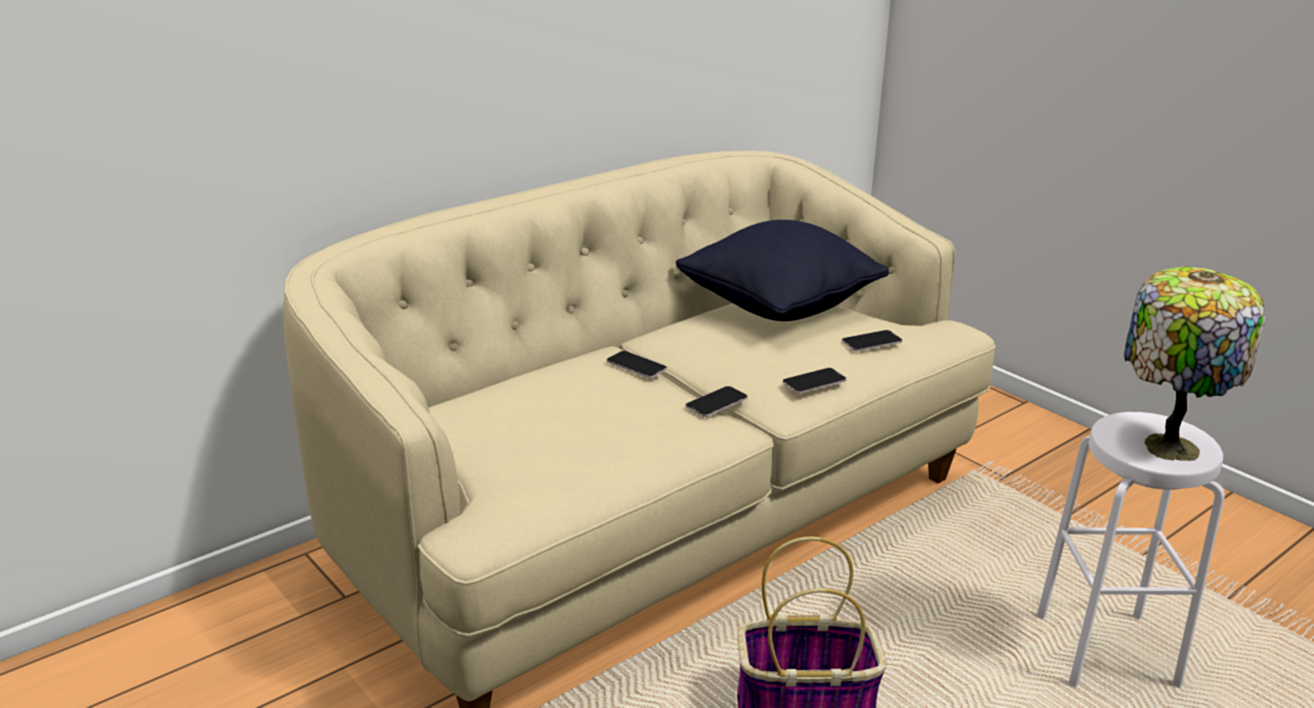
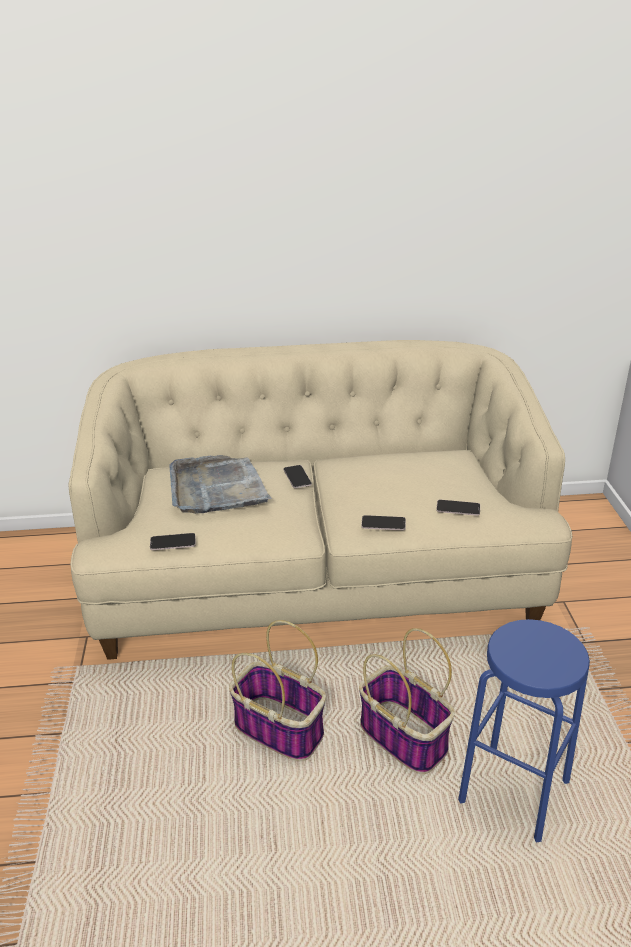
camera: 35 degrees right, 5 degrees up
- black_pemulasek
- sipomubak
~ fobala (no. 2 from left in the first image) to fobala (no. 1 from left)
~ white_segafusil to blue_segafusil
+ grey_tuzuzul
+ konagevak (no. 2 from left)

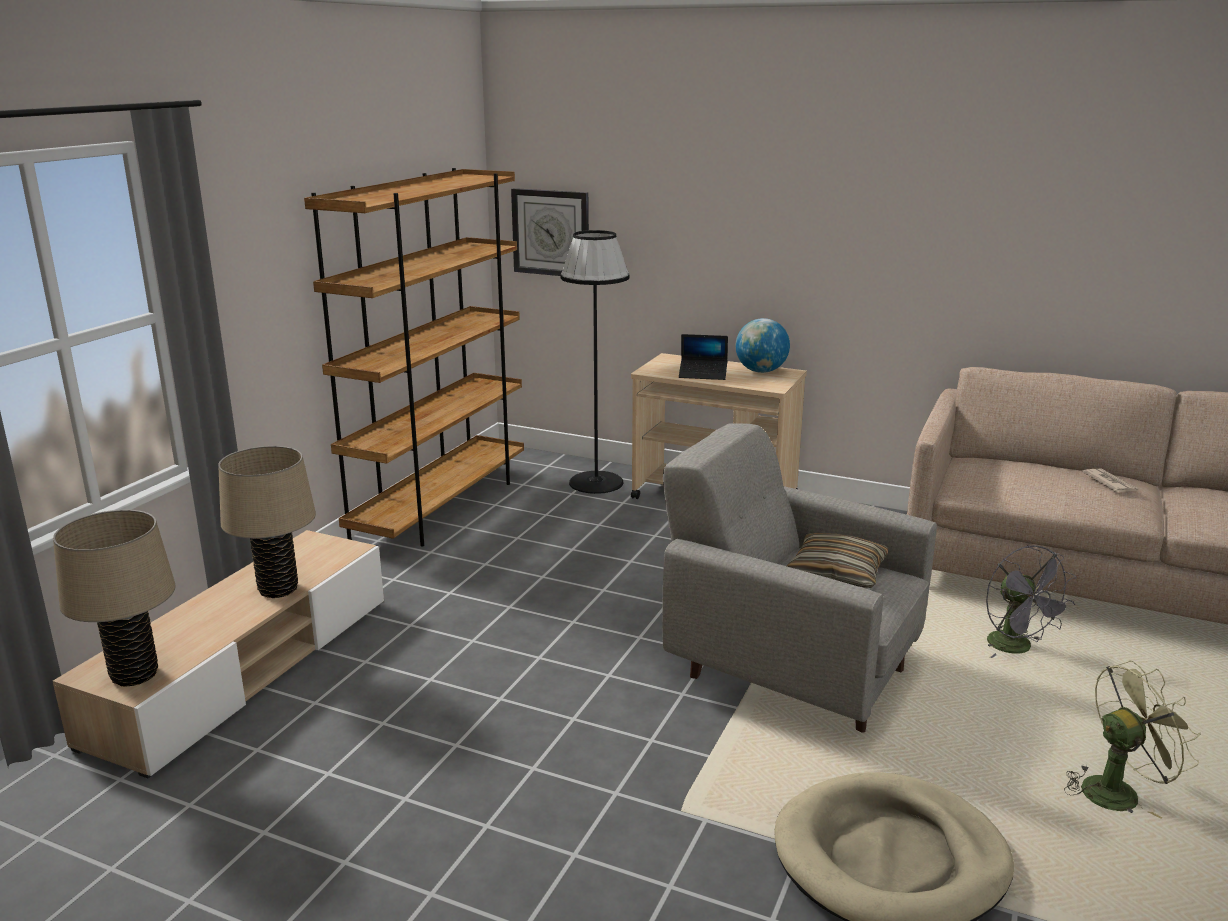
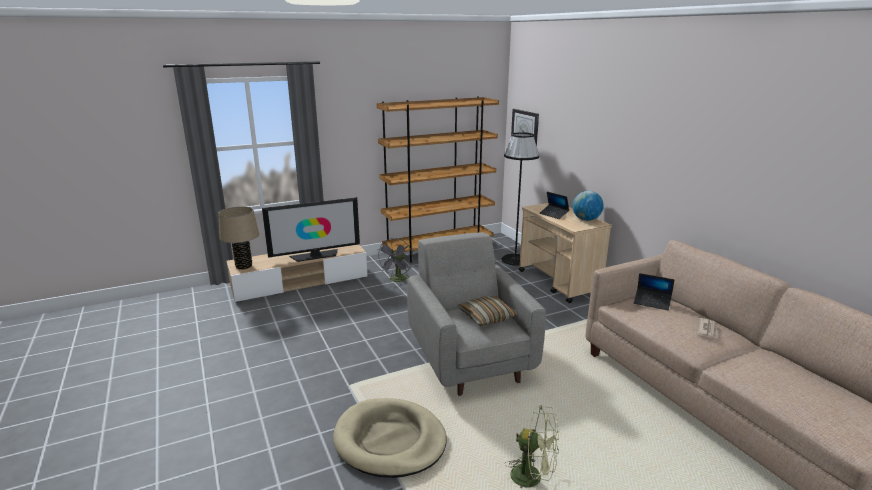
camera: 40 degrees right, 0 degrees up
~ beige_sipomubak (no. 2 from left) to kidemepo
~ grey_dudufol
+ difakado (no. 2 from left)

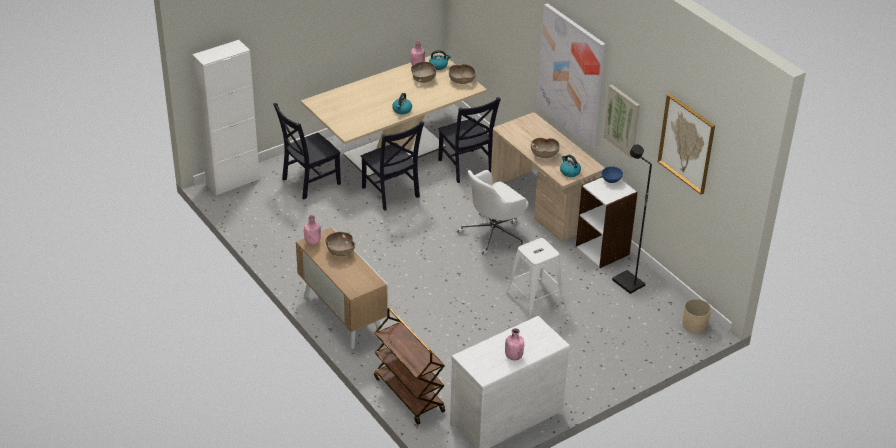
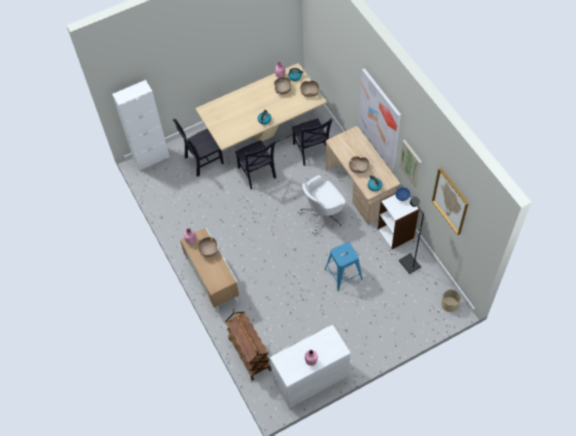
camera: 10 degrees right, 20 degrees up
~ white_segafusil to blue_segafusil

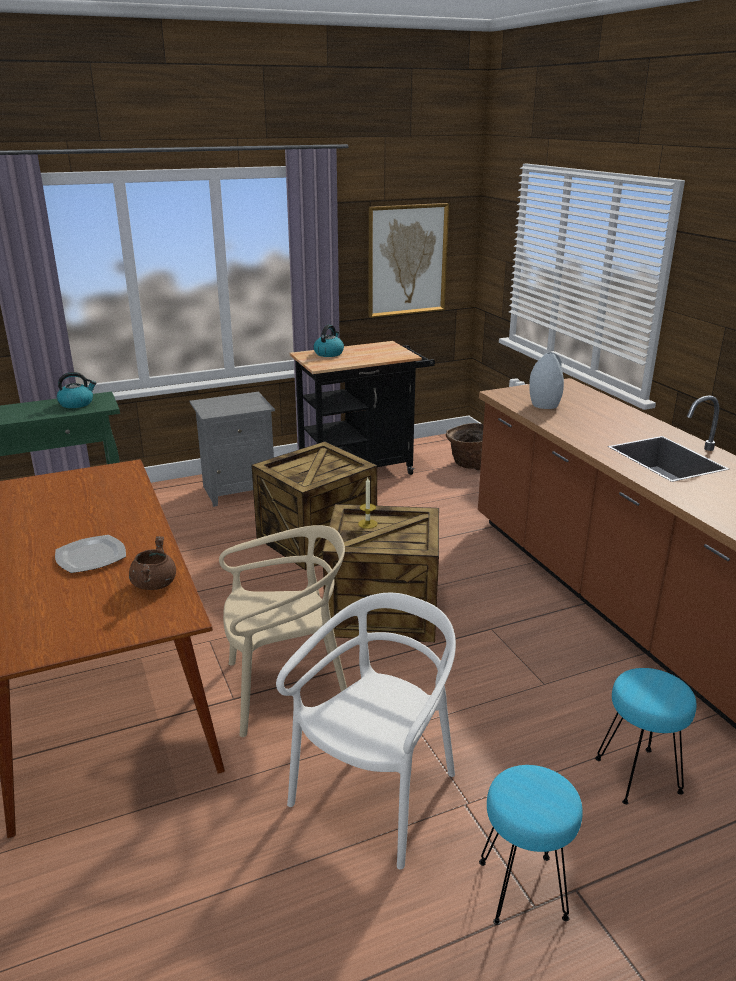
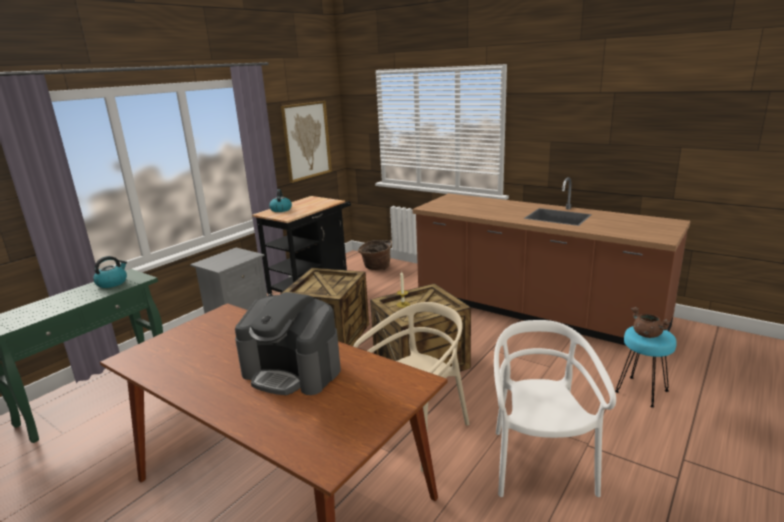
camera: 30 degrees left, 5 degrees down
- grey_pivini
~ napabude to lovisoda
~ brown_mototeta
- turquoise_segafusil (no. 1 from left)

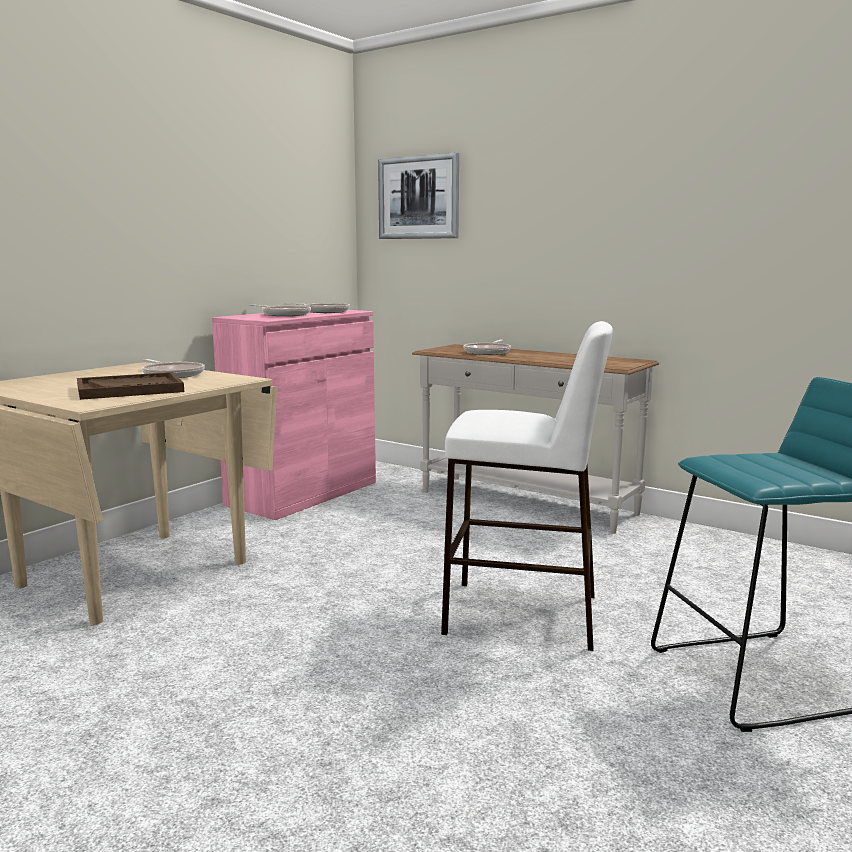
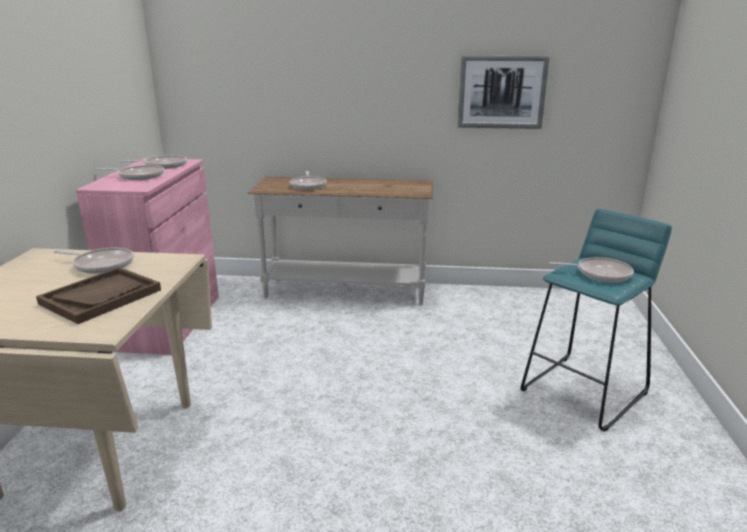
camera: 30 degrees left, 10 degrees up
~ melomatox
- white_segafusil
+ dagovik (no. 5 from left)

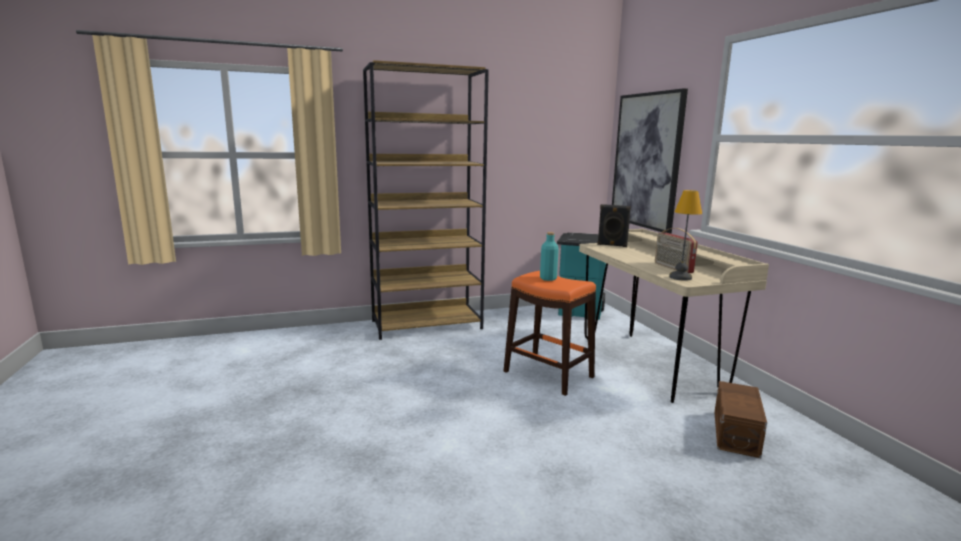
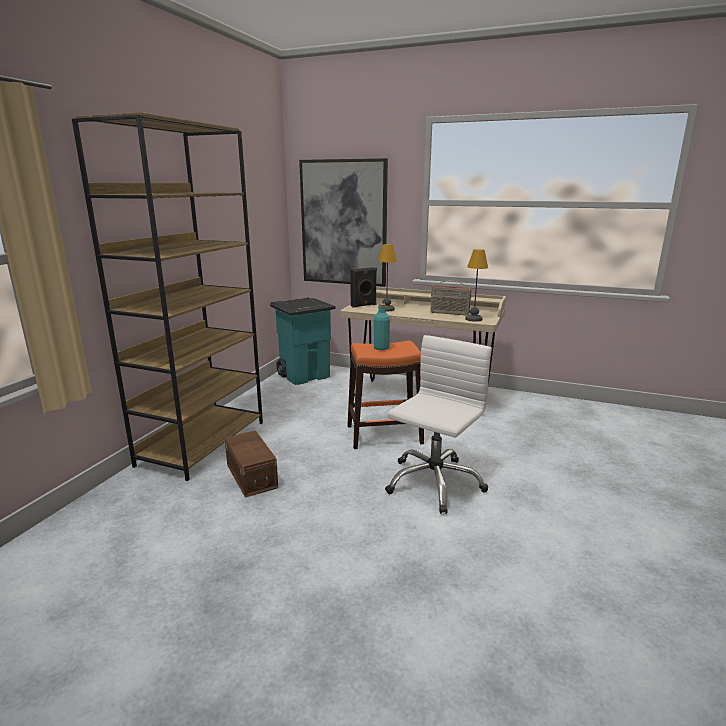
camera: 50 degrees left, 5 degrees up
~ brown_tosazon
+ sipomubak (no. 1 from left)
+ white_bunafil

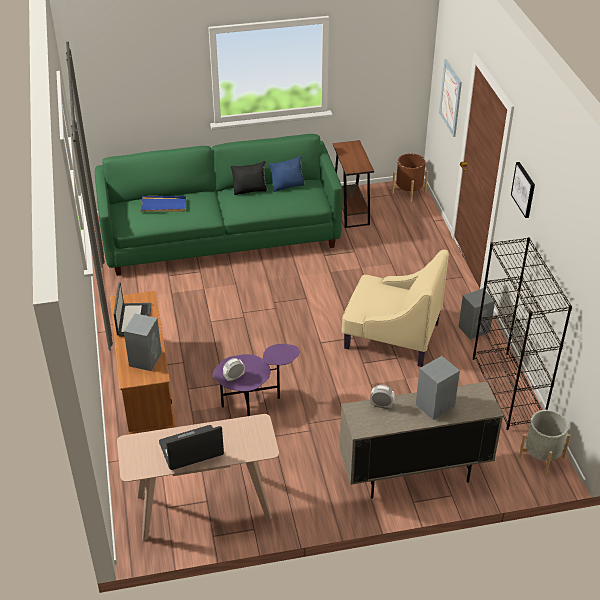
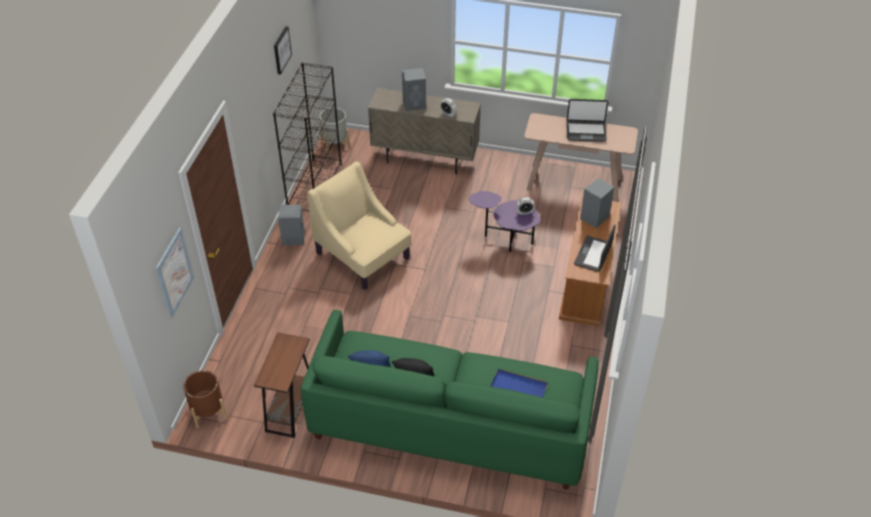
camera: 155 degrees left, 5 degrees up
~ melomatox (no. 2 from left)

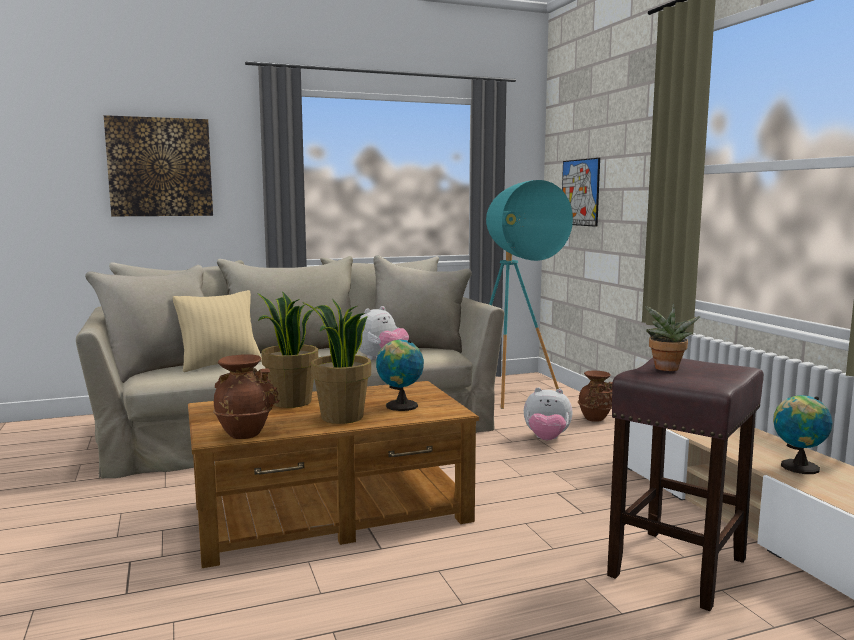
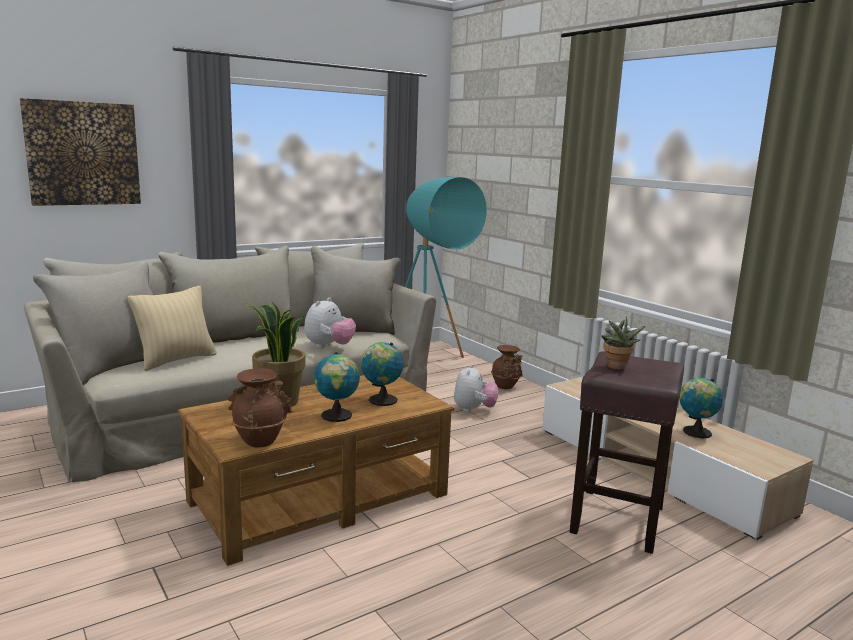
camera: 15 degrees left, 5 degrees up
- melomatox (no. 2 from left)
~ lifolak (no. 2 from left) to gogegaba (no. 1 from left)
~ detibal (no. 2 from left) 75 degrees counterclockwise

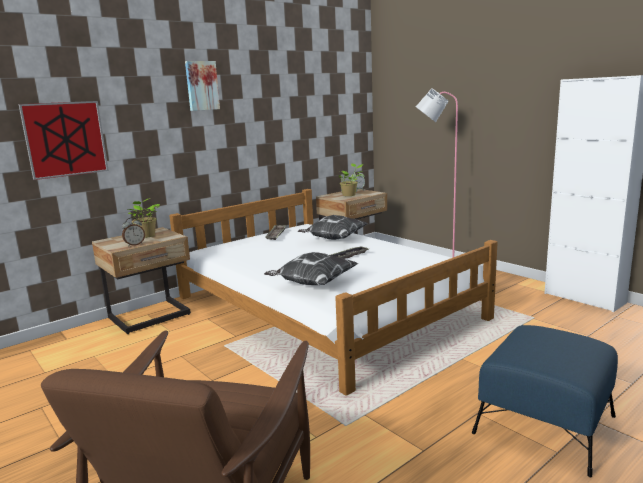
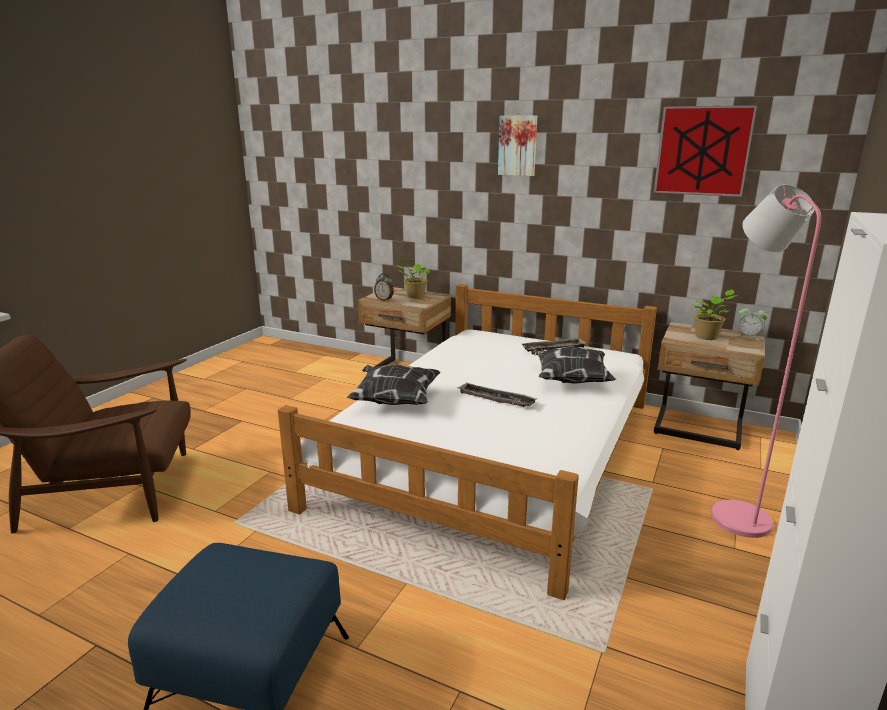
camera: 65 degrees right, 5 degrees up
~ melomatox (no. 1 from left in the first image) to melomatox (no. 2 from left)

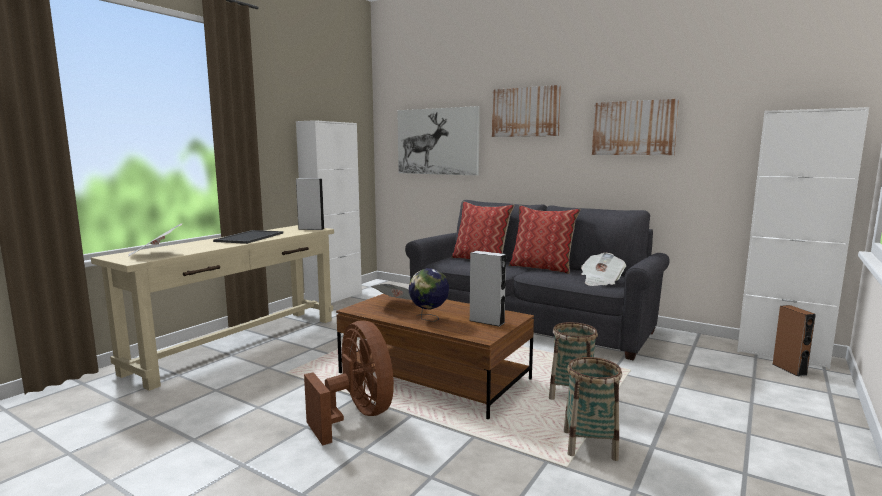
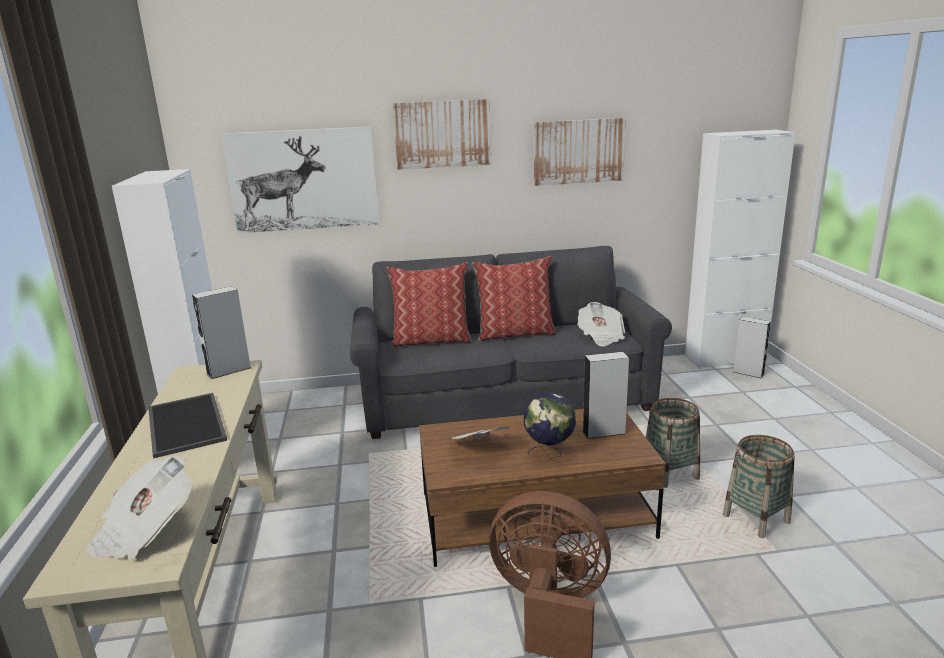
camera: 40 degrees left, 10 degrees up
~ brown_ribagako to grey_ribagako (no. 3 from left)

